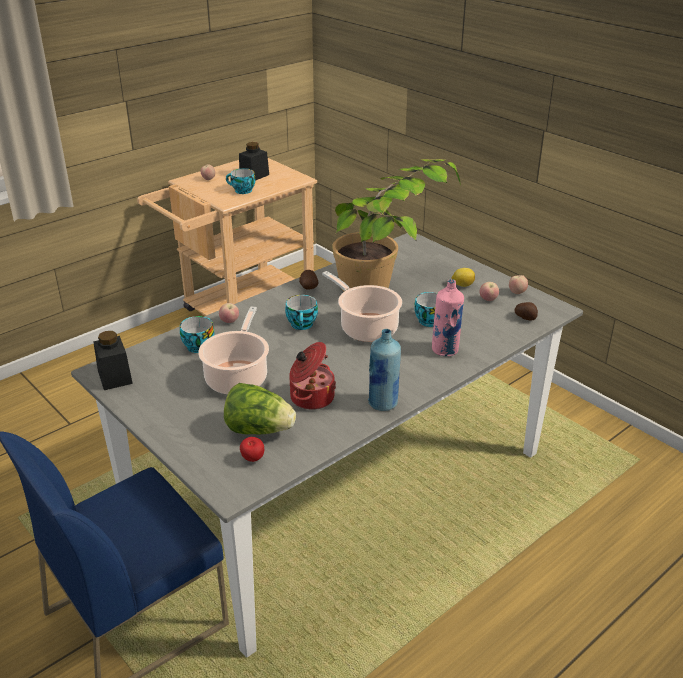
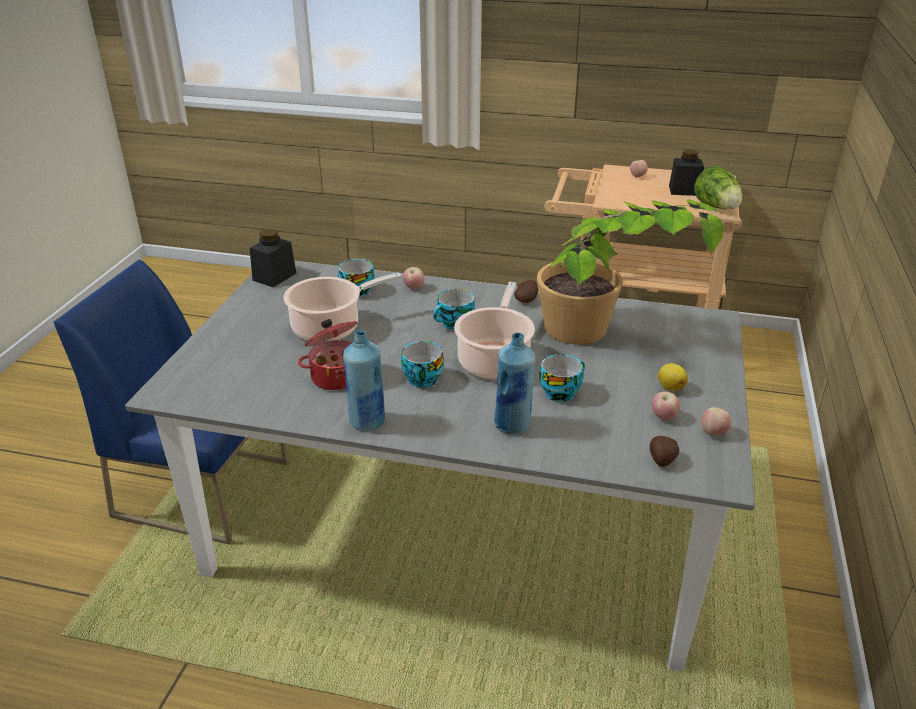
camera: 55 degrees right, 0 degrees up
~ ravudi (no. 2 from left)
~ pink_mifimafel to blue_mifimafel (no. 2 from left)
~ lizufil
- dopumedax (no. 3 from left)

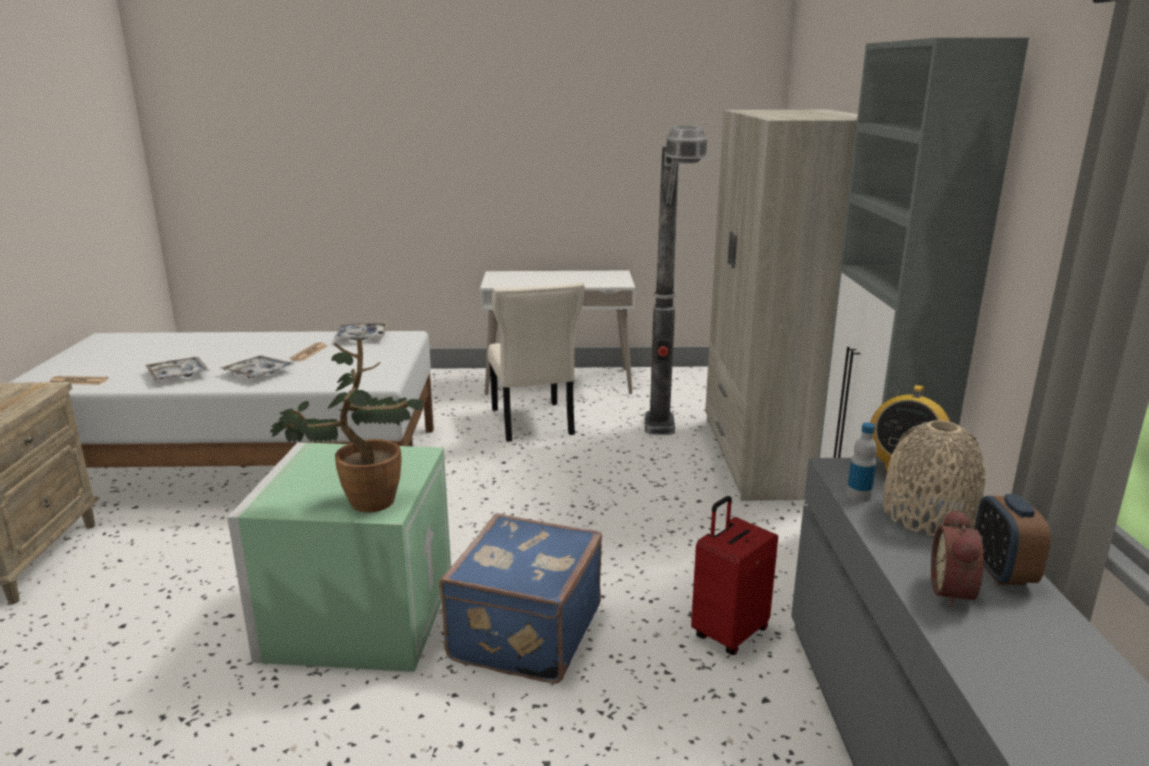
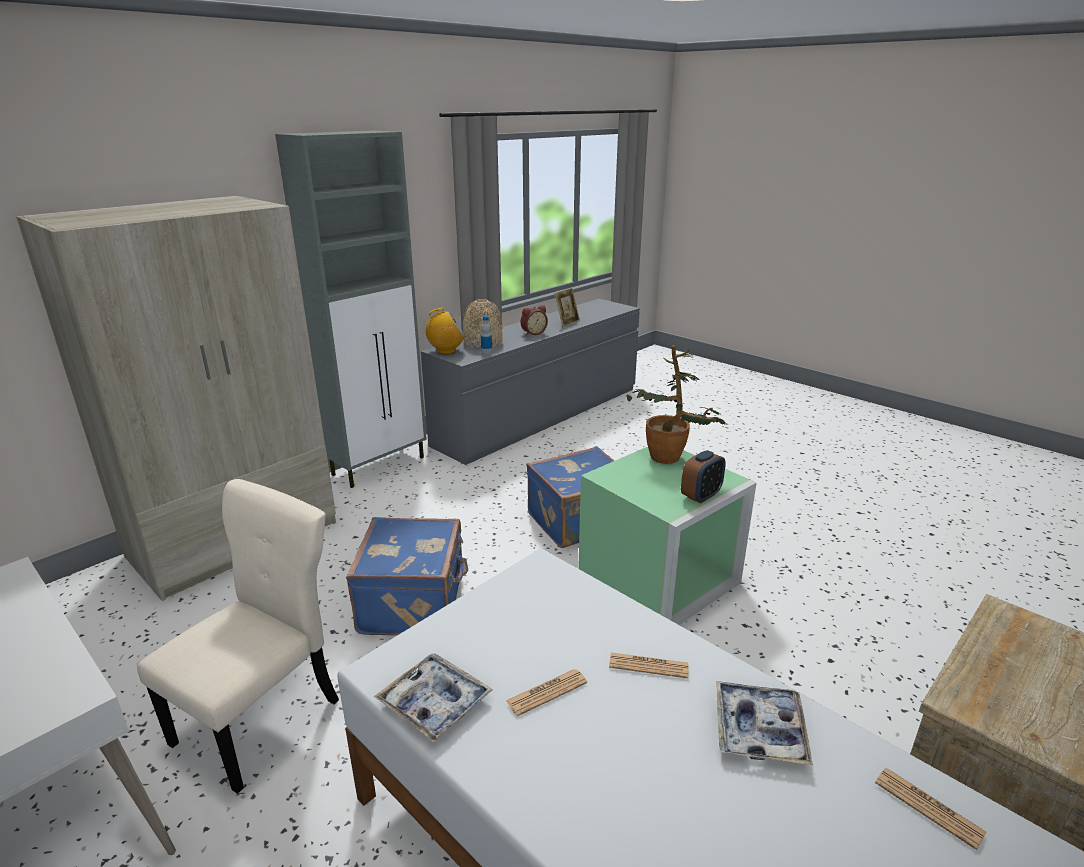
camera: 135 degrees left, 5 degrees up
- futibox
~ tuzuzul (no. 2 from left) to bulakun (no. 2 from left)
~ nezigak (no. 2 from left)
- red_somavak
+ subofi
+ blue_somavak (no. 1 from left)

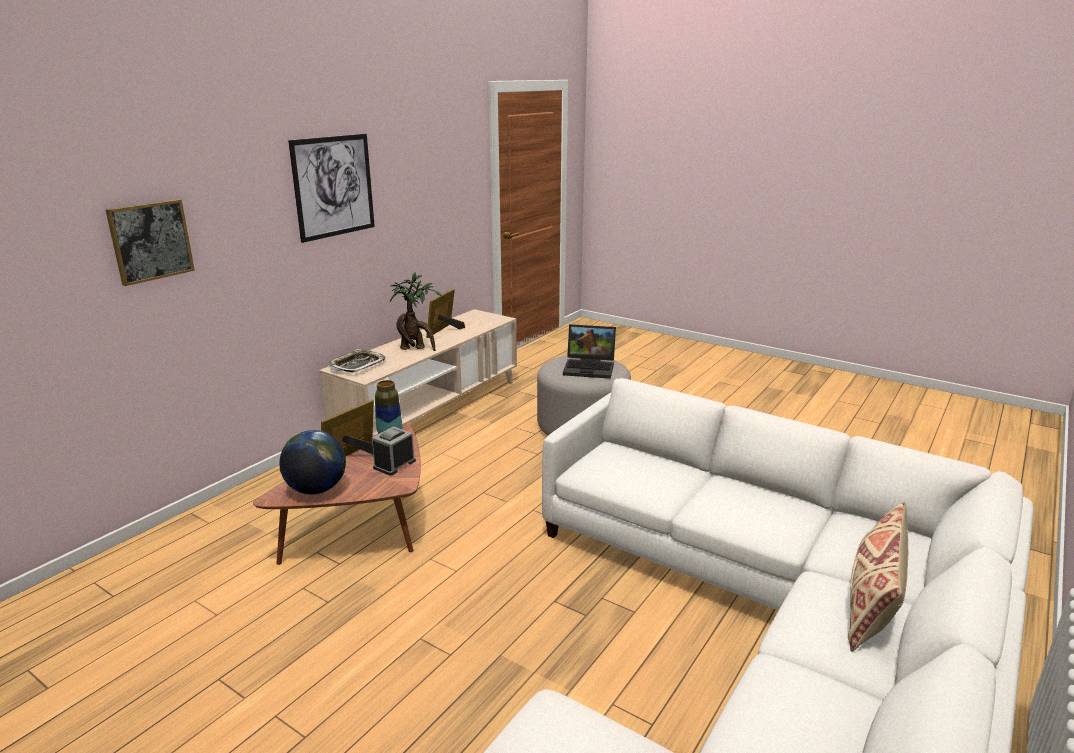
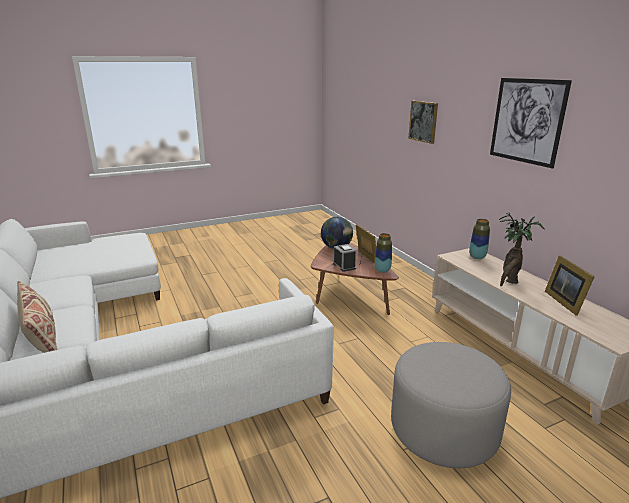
camera: 120 degrees right, 0 degrees up
~ subofi (no. 2 from left) 150 degrees counterclockwise
- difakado
~ tuzuzul to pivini (no. 2 from left)

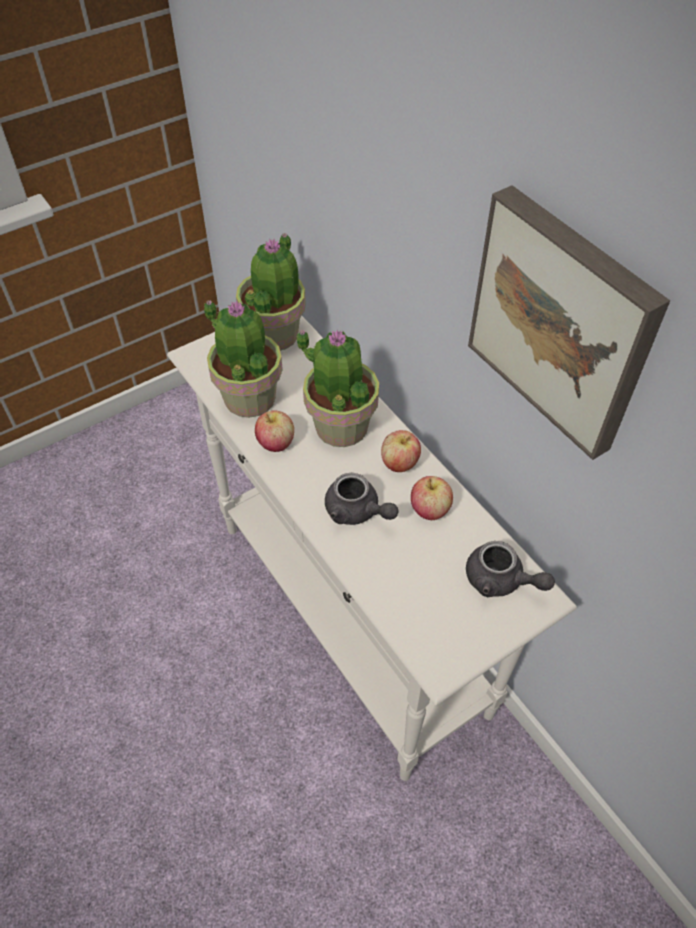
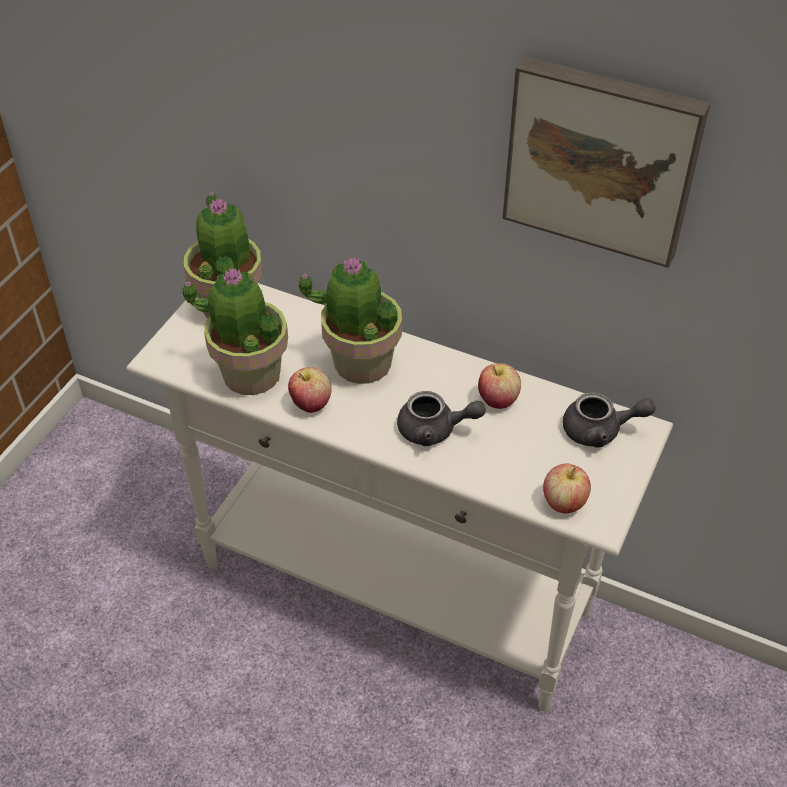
camera: 30 degrees left, 5 degrees down
~ dopumedax (no. 2 from left in the first image) to dopumedax (no. 3 from left)

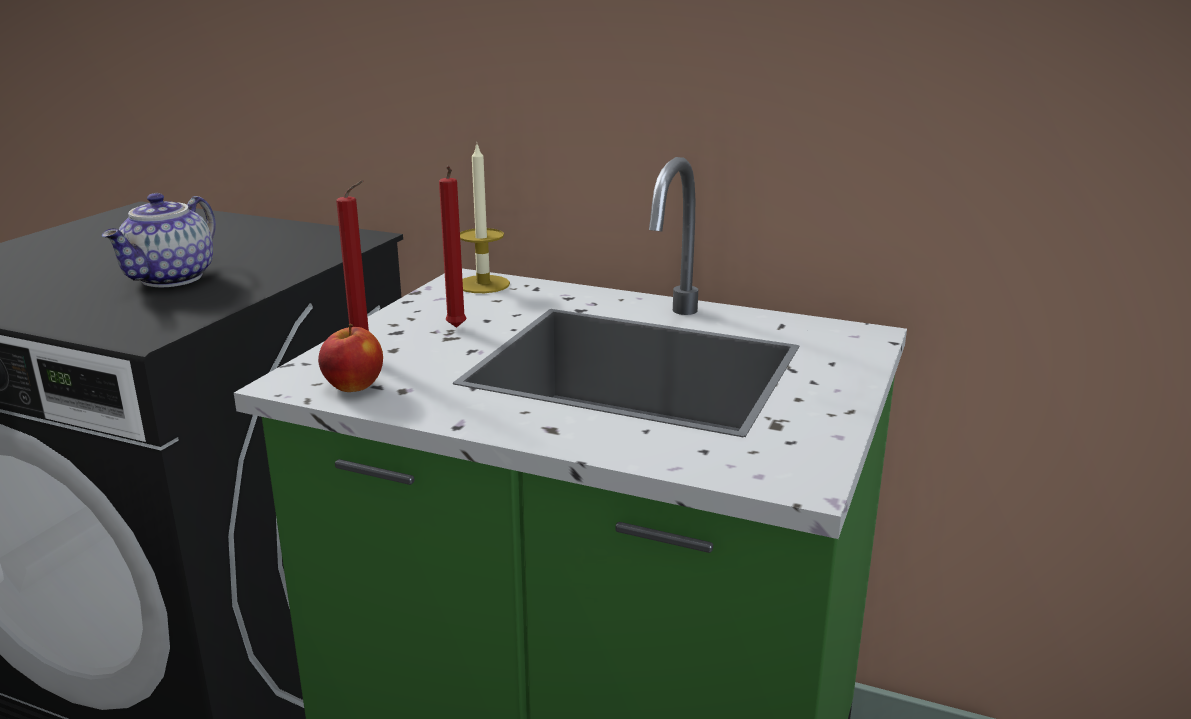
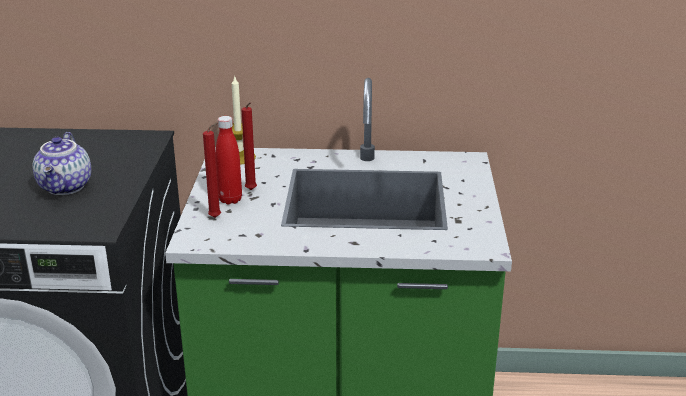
camera: 20 degrees left, 5 degrees up
- dopumedax
+ red_mifimafel

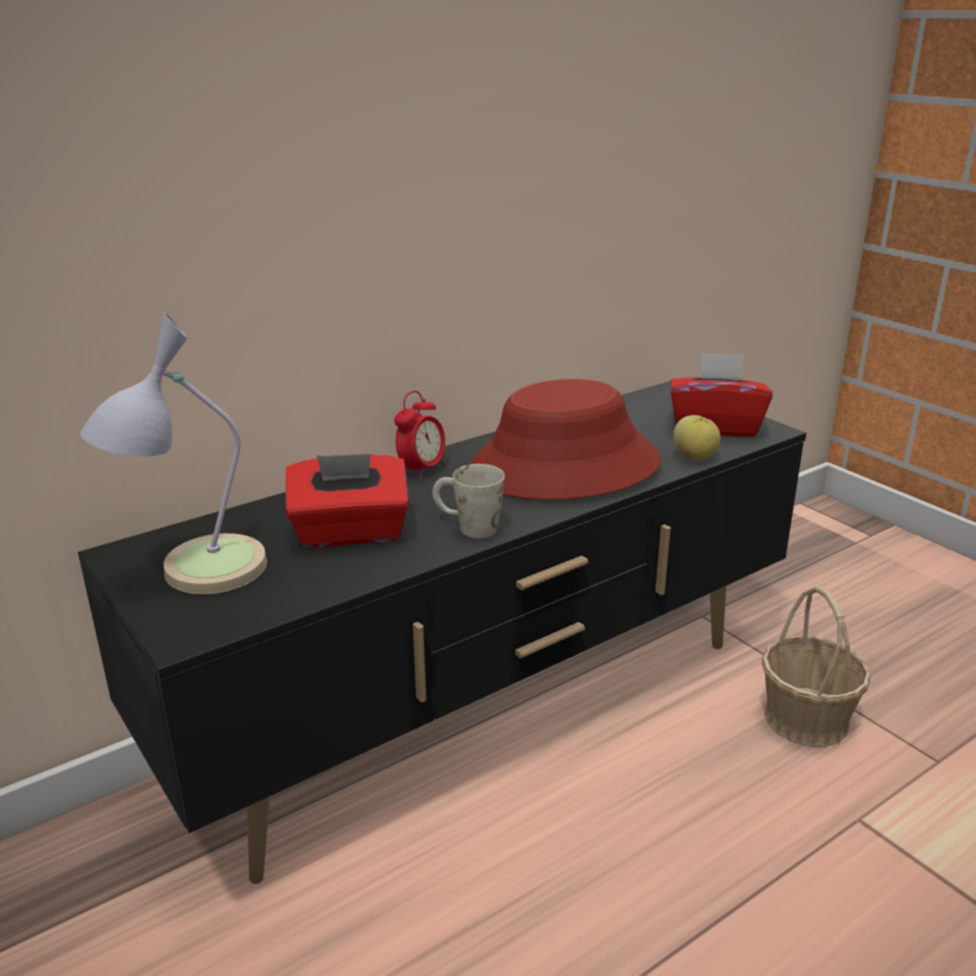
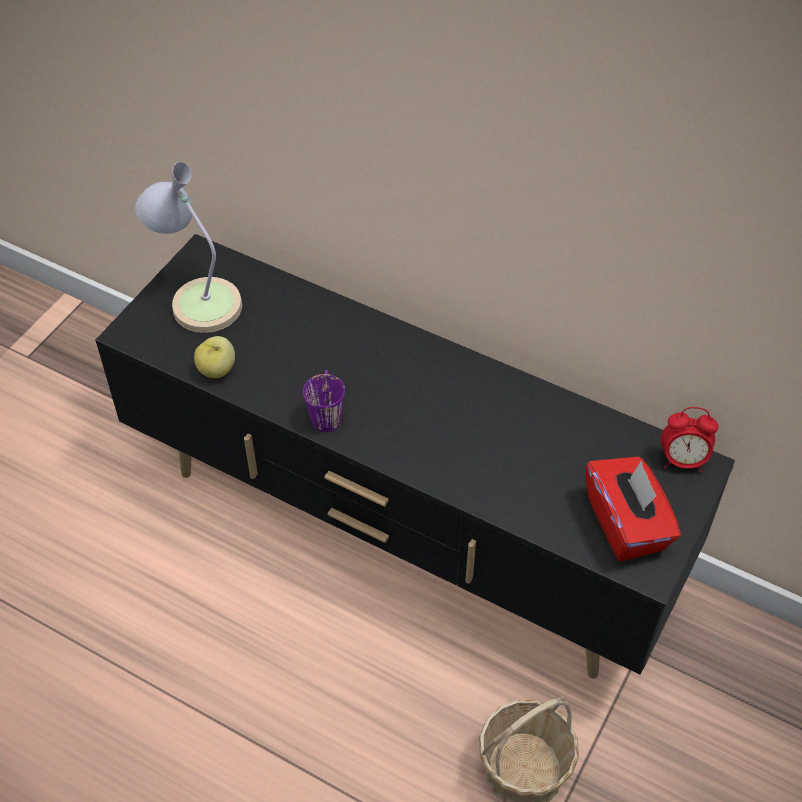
camera: 65 degrees right, 25 degrees up
- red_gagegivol
~ nezigak
~ dopumedax
- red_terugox (no. 1 from left)
~ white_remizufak to purple_remizufak

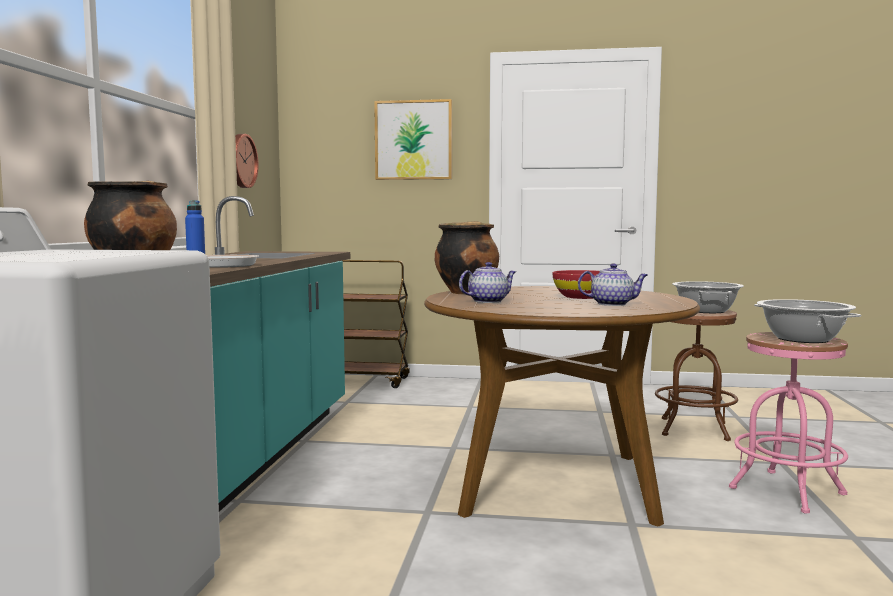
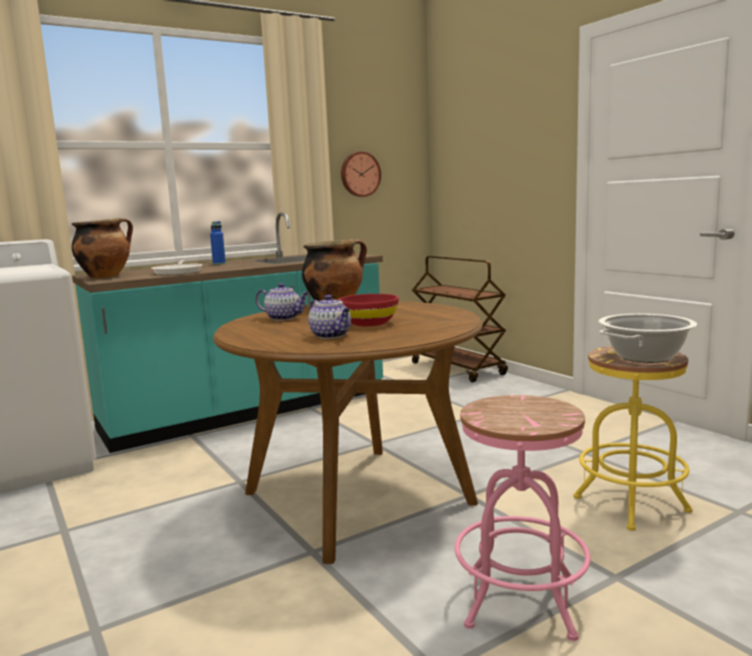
camera: 50 degrees right, 5 degrees up
- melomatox
- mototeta (no. 4 from left)
~ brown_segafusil to yellow_segafusil

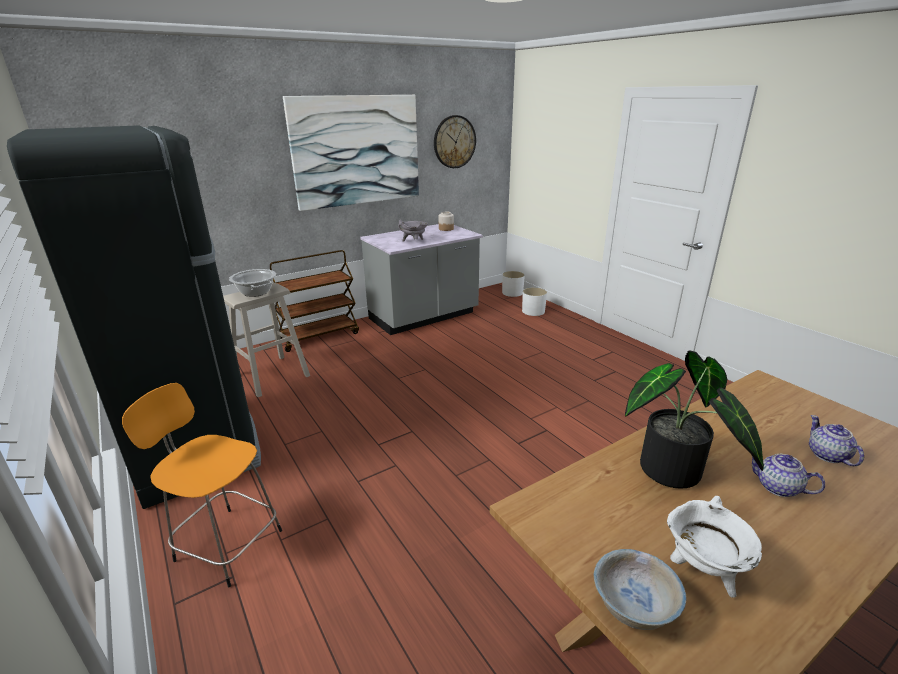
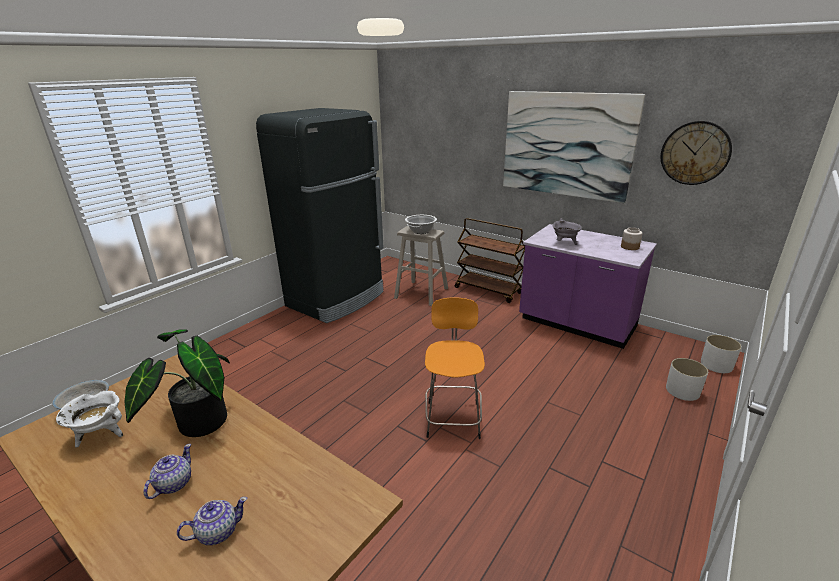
camera: 70 degrees right, 0 degrees up
~ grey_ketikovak to purple_ketikovak
~ orange_segafusil

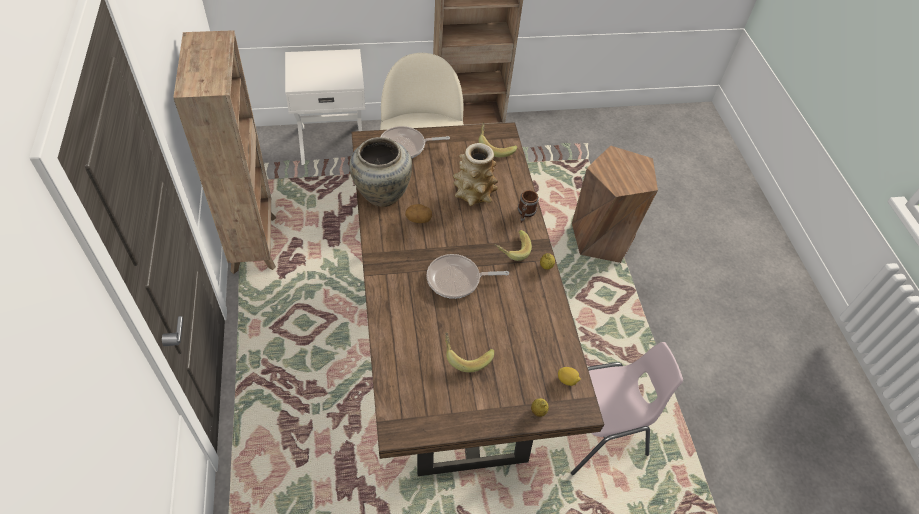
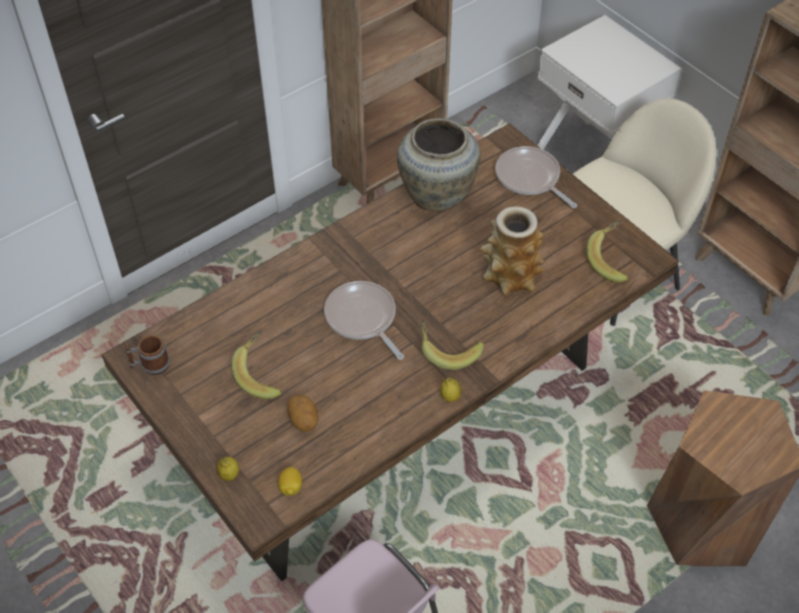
camera: 65 degrees right, 0 degrees up
~ remizufak
~ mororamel

